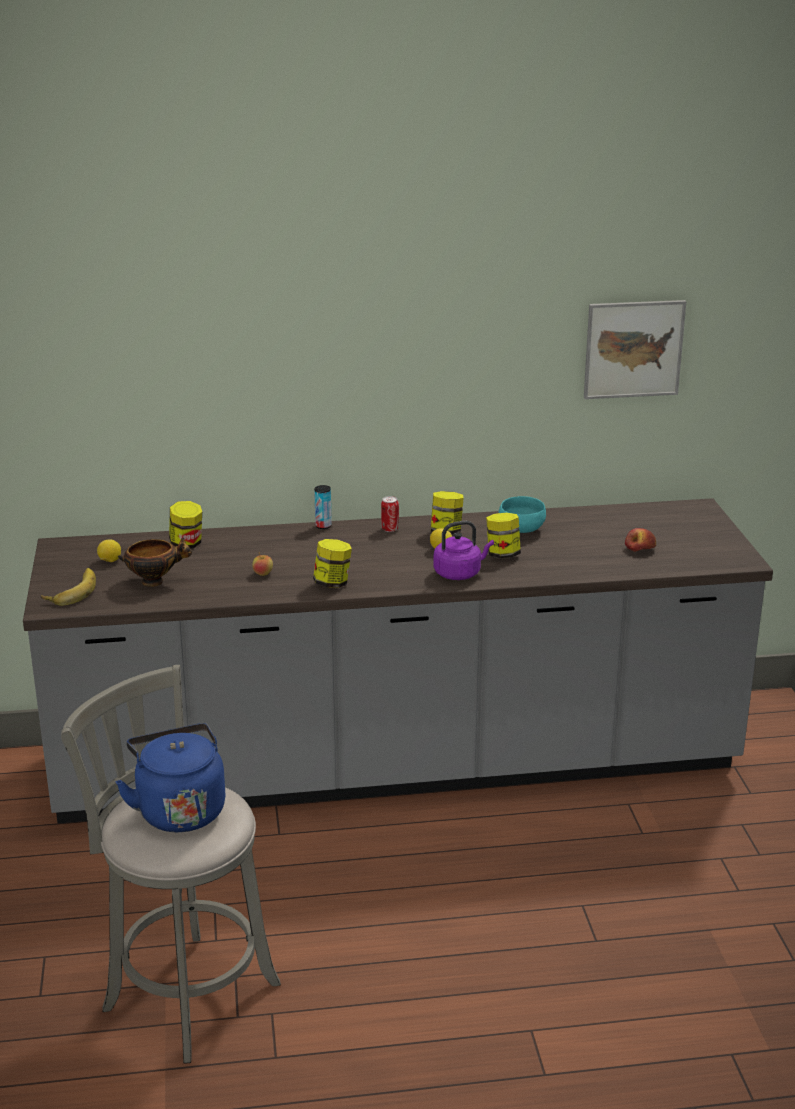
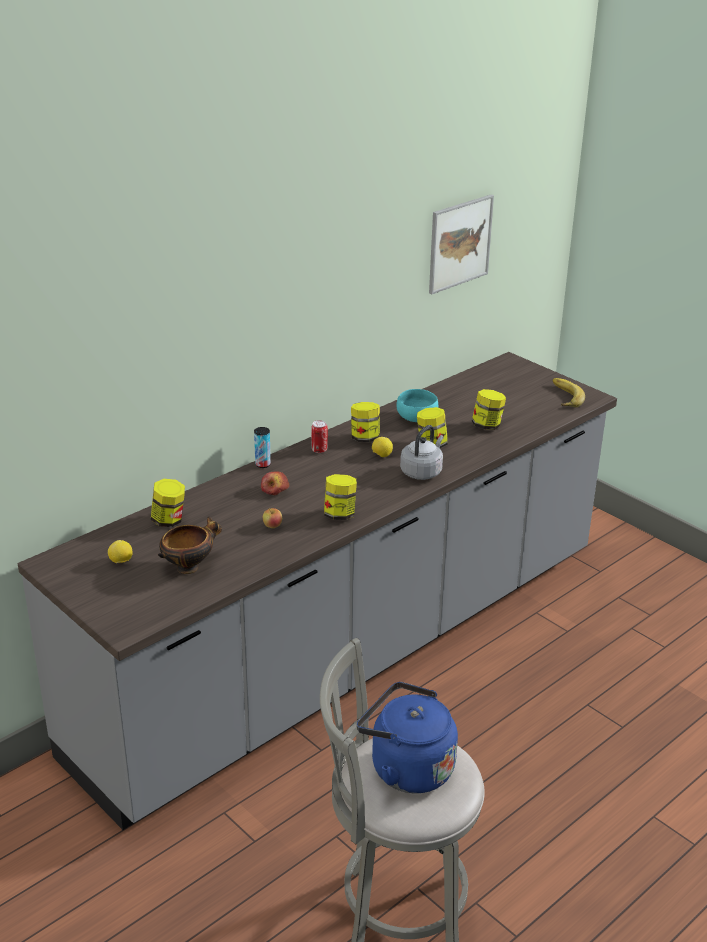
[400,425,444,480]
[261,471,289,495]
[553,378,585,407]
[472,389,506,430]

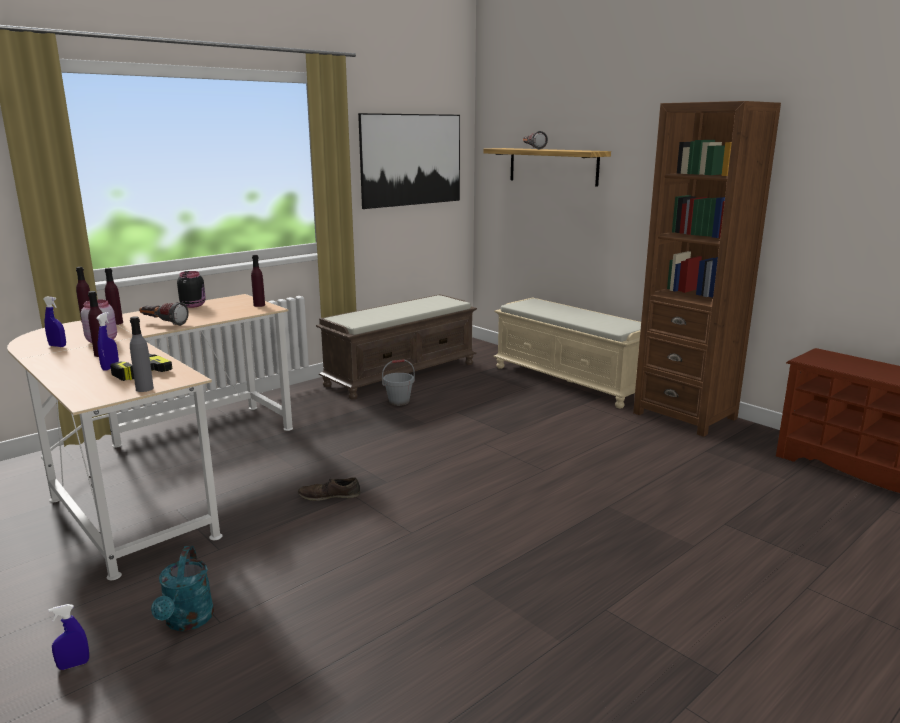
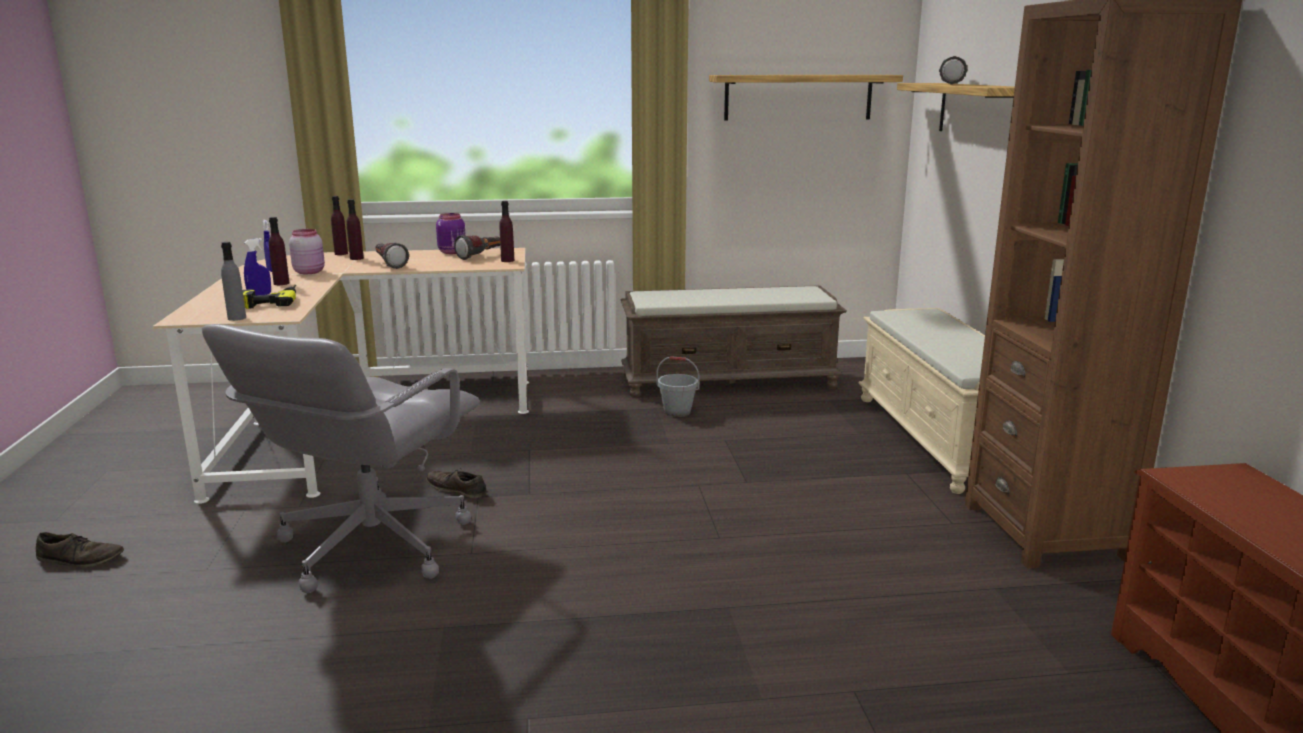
[709,75,903,120]
[436,213,466,254]
[151,546,214,631] (first image)
[36,532,124,568]
[454,235,500,260]
[202,324,480,593]

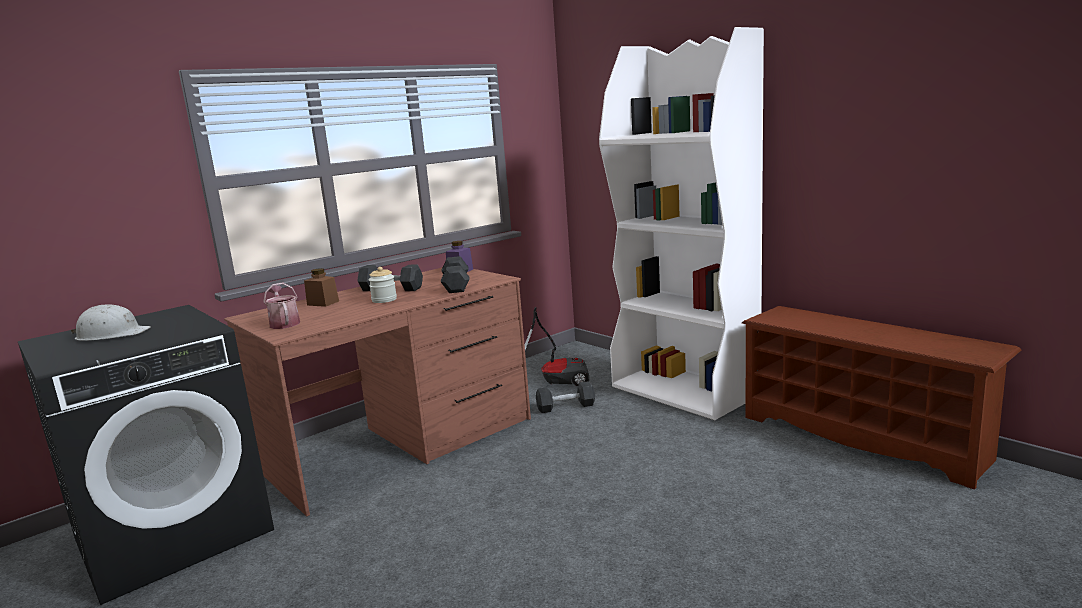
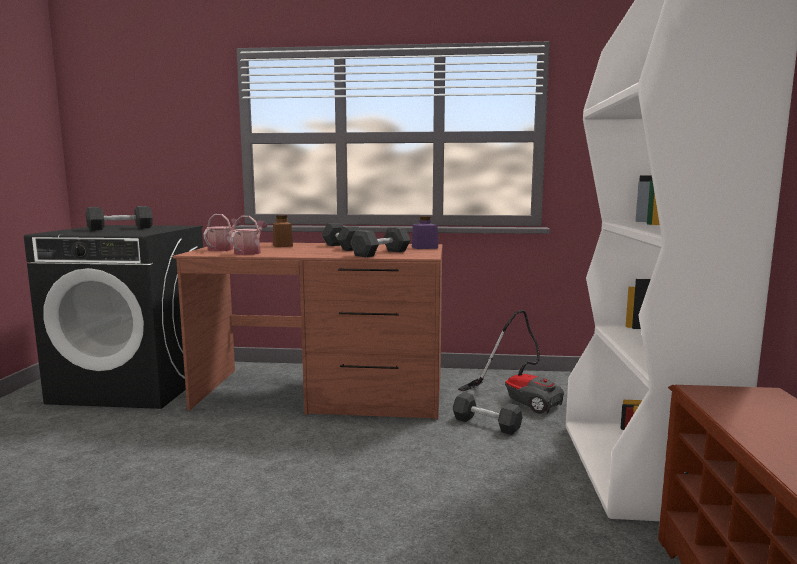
[369,267,397,303] (first image)
[86,206,153,230]
[231,216,267,255]

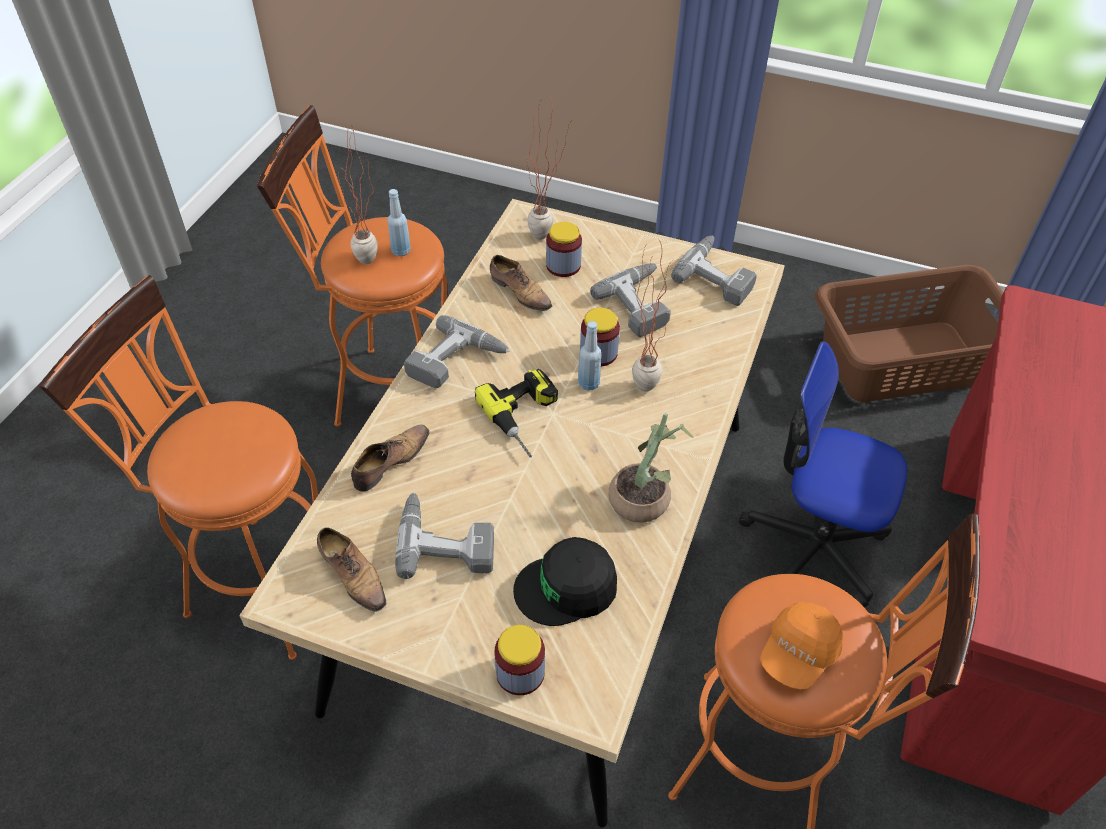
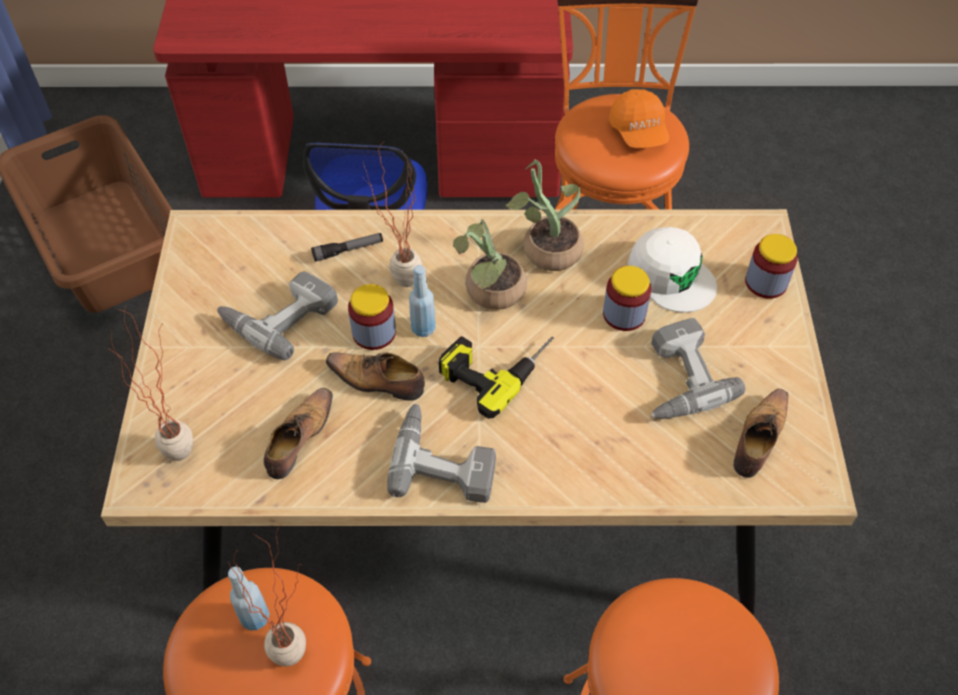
[603,266,651,331]
[671,235,757,306] (first image)
[326,352,425,401]
[628,227,717,313]
[609,89,669,148]
[453,219,527,310]
[311,233,383,262]

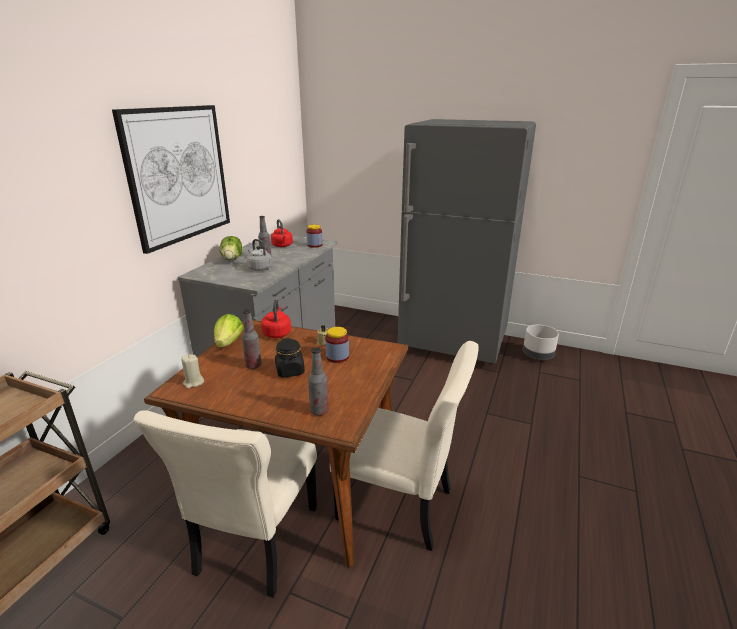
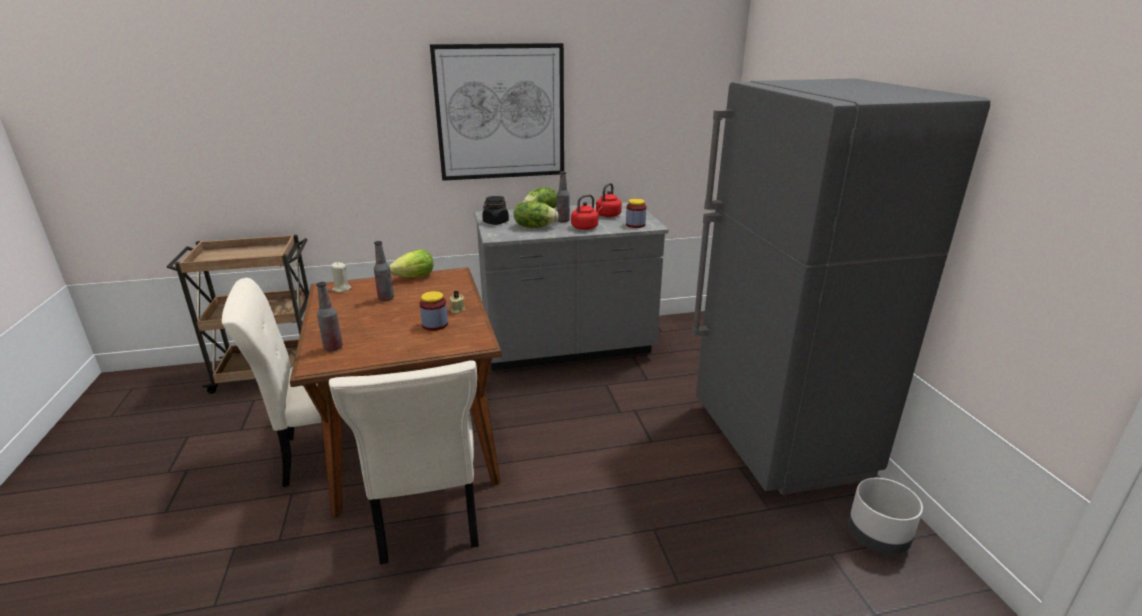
[514,201,559,228]
[571,194,603,230]
[482,196,509,225]

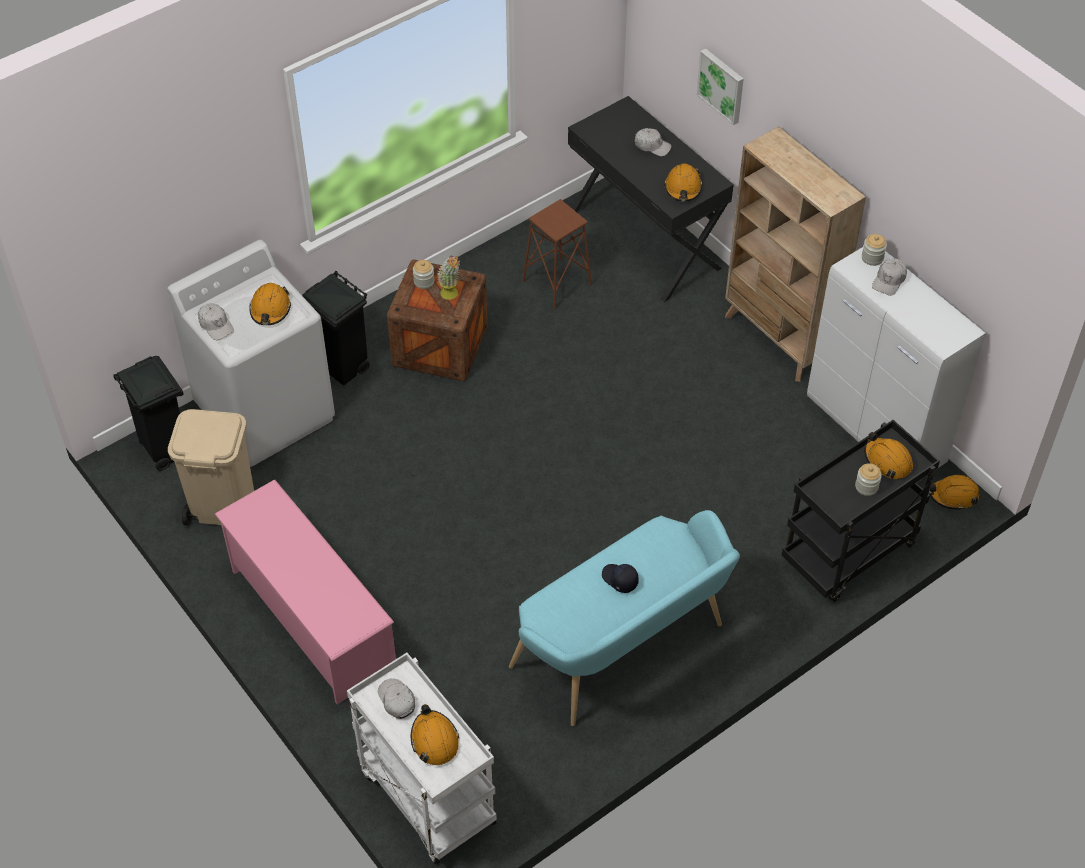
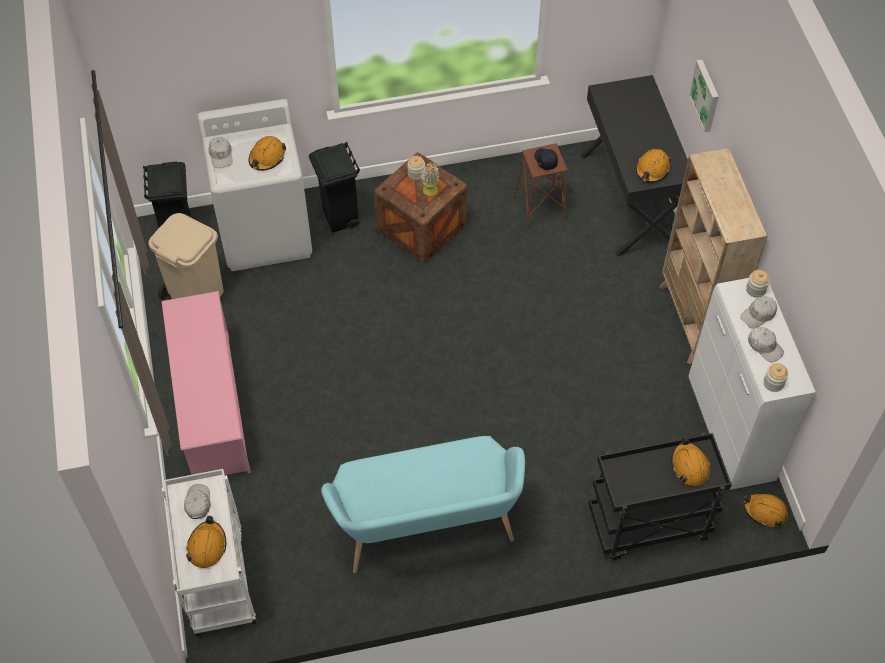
[748,327,784,362]
[763,363,788,392]
[534,148,558,170]

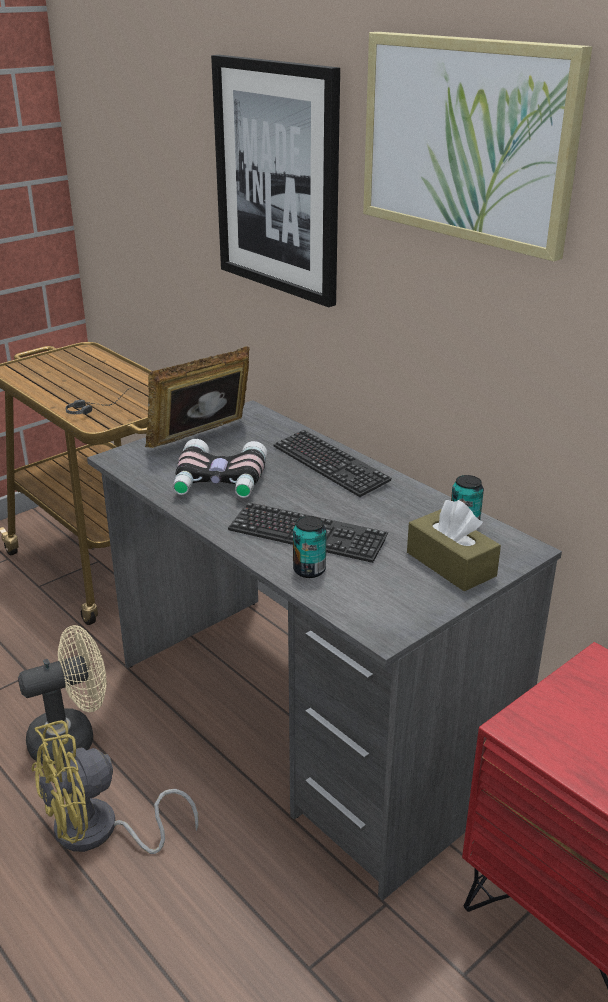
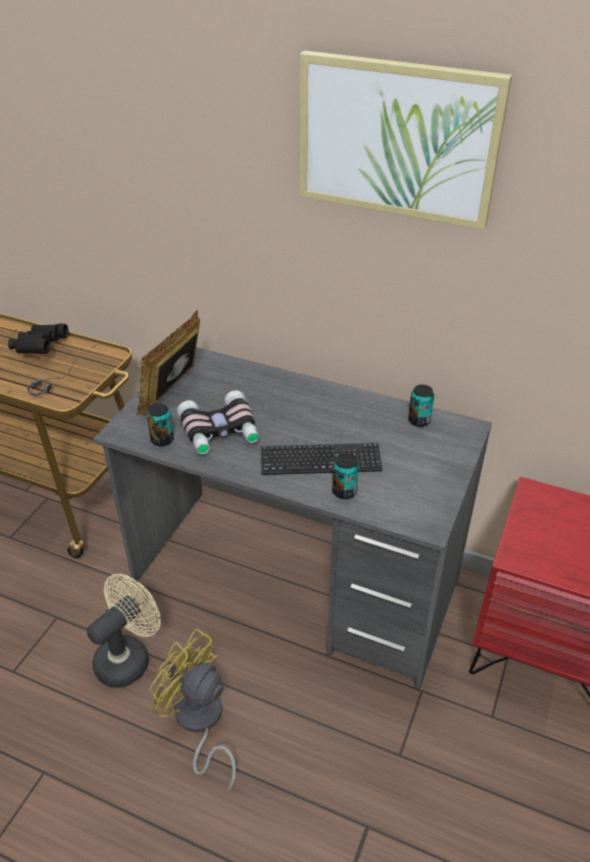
[211,55,340,307] (first image)
[273,430,392,497] (first image)
[407,500,501,591] (first image)
[150,628,236,792]
[8,324,69,354]
[147,403,174,446]

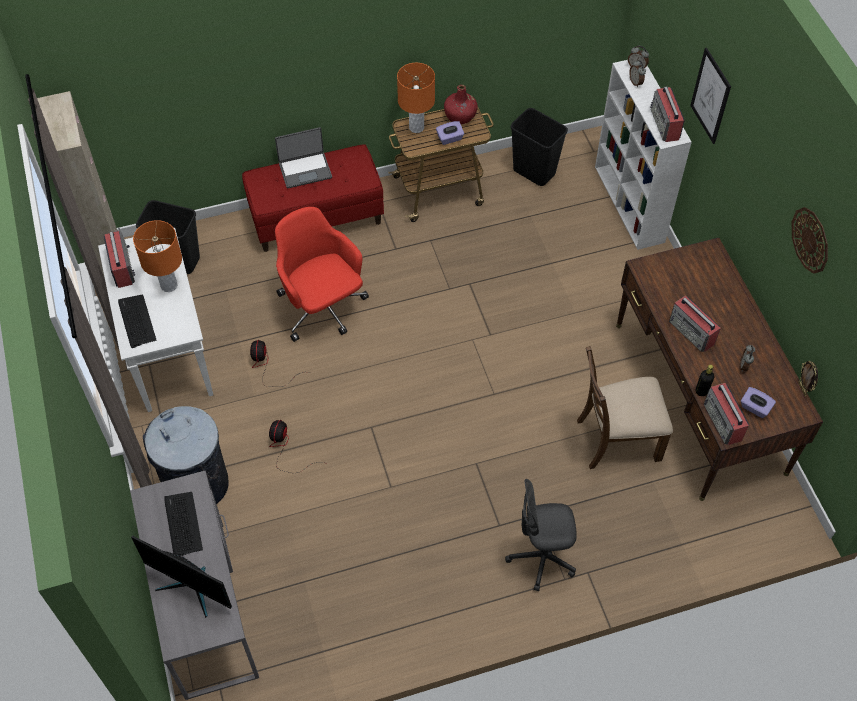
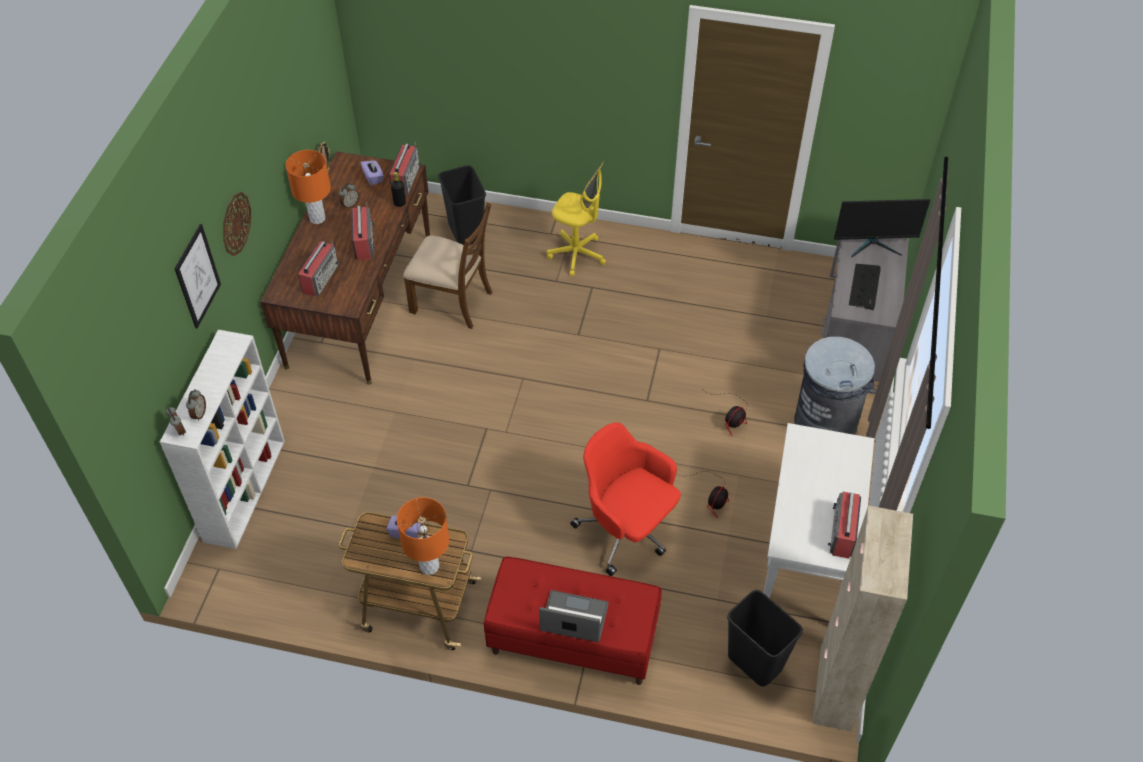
[444,85,478,124] (first image)
[298,241,339,297]
[438,165,486,245]
[570,422,681,576]
[223,192,251,256]
[286,150,331,224]
[118,294,157,348] (first image)
[547,161,606,276]
[834,199,930,257]

